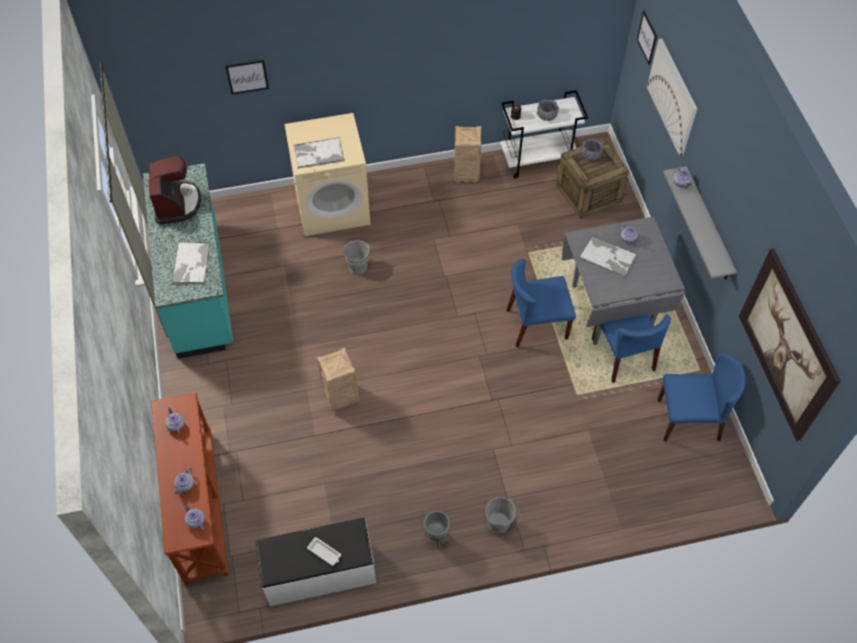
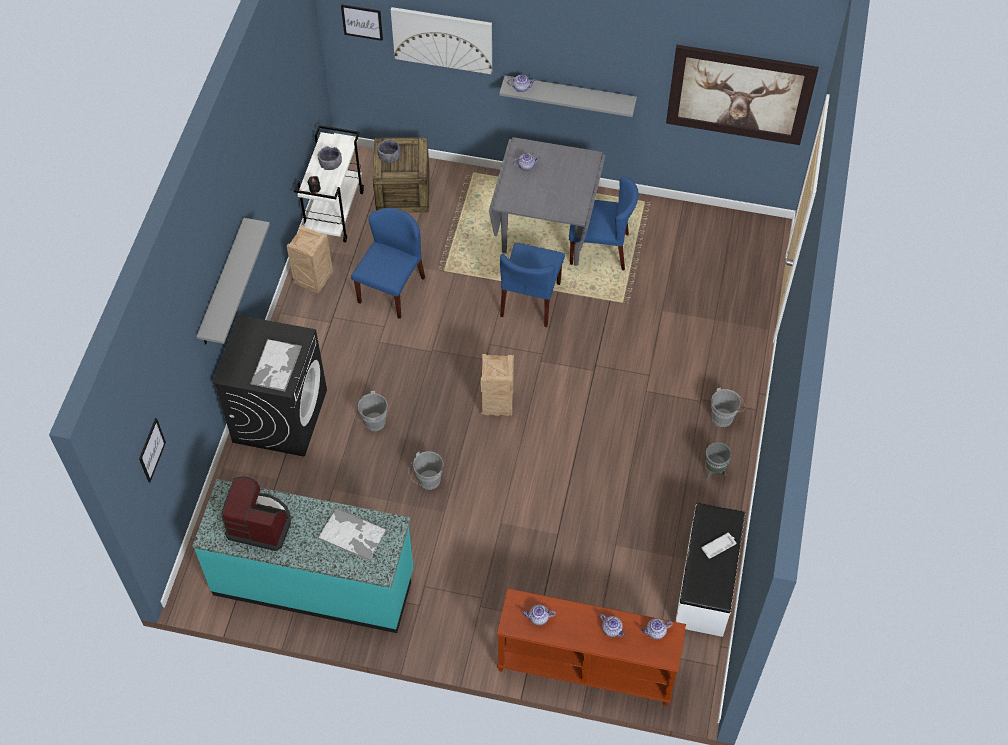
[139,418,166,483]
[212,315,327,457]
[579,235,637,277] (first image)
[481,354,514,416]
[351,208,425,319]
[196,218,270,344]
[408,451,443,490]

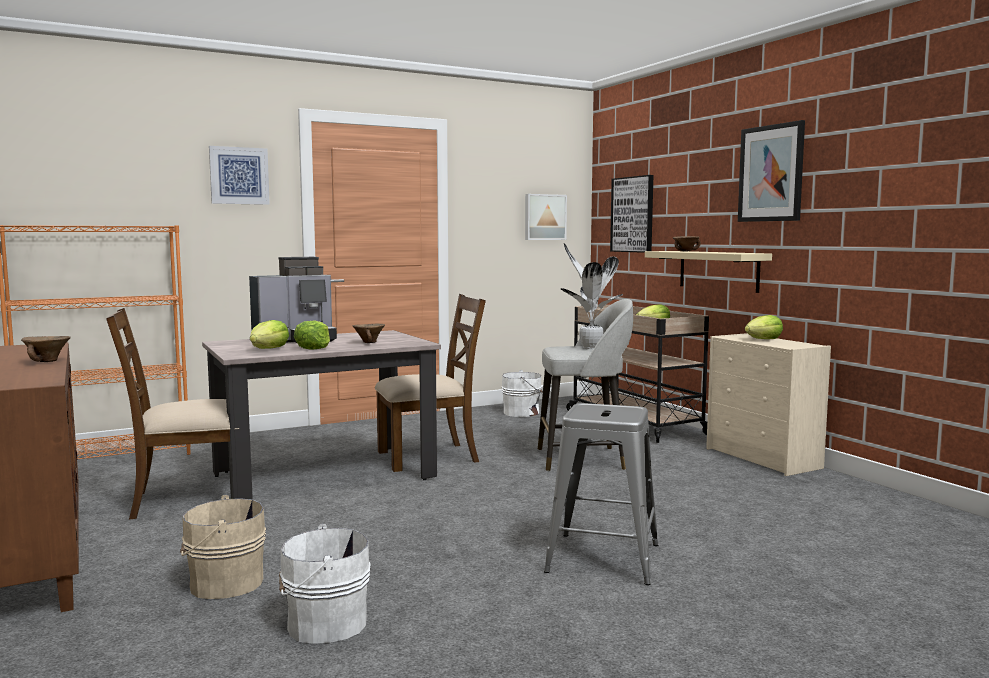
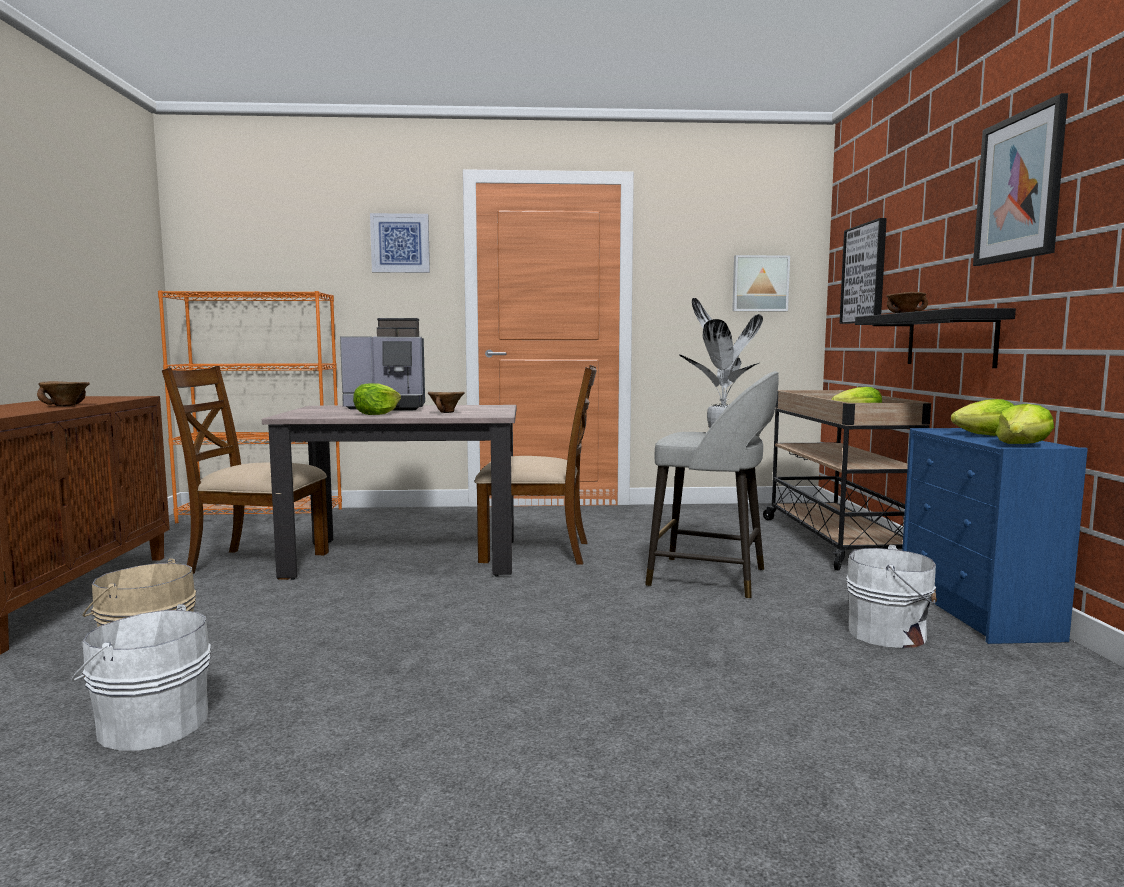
[855,308,1016,368]
[996,404,1054,444]
[902,428,1088,644]
[846,545,937,648]
[544,403,658,585] (first image)

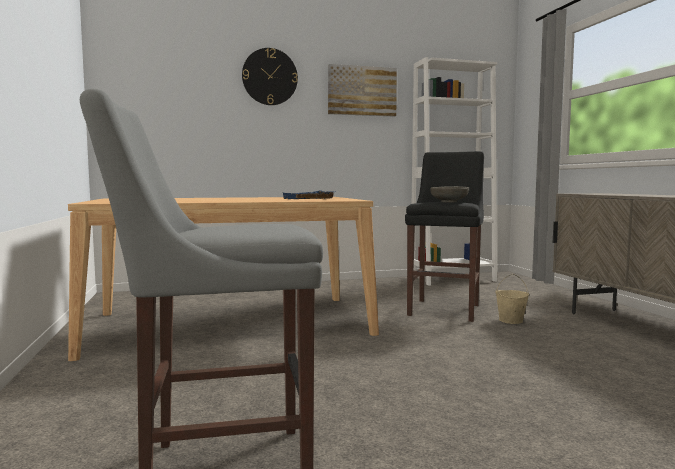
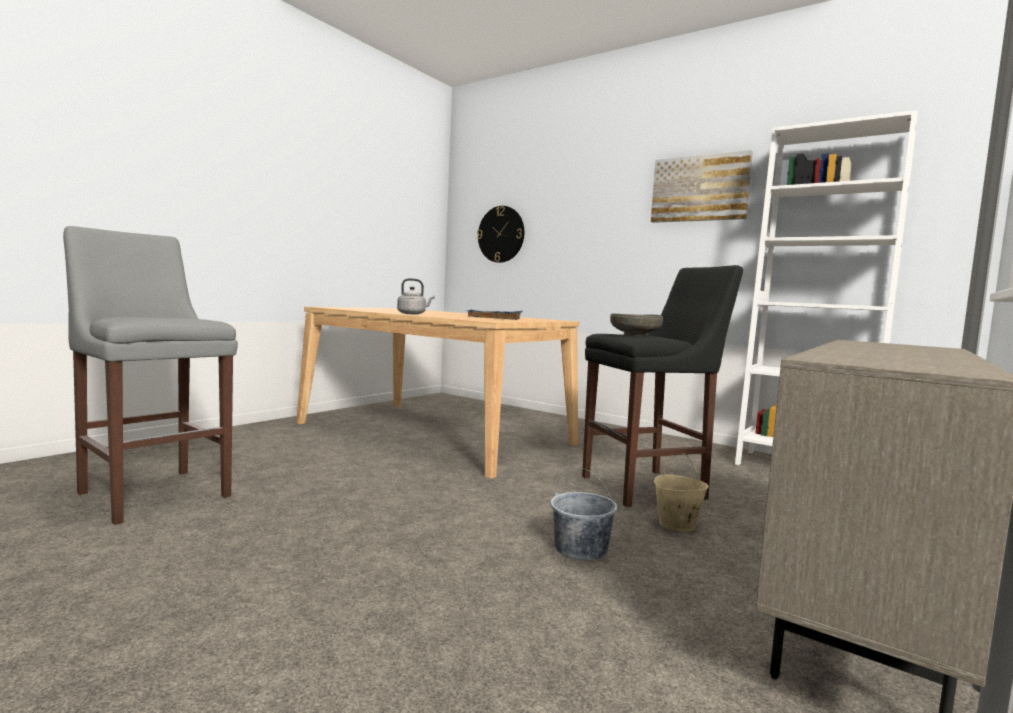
[477,206,524,263]
[397,278,435,314]
[550,469,618,561]

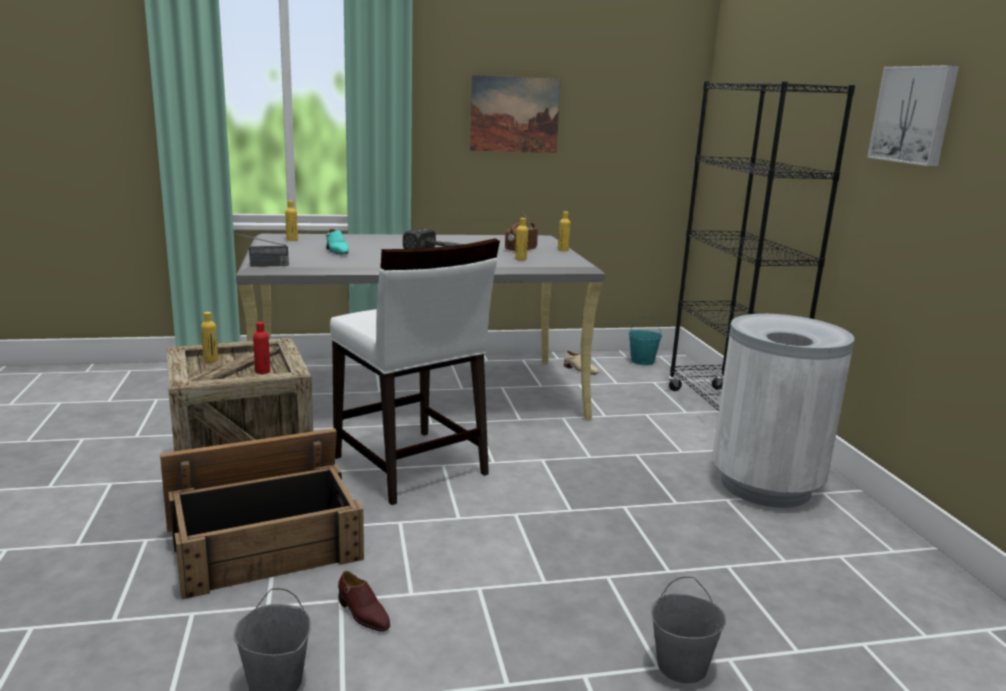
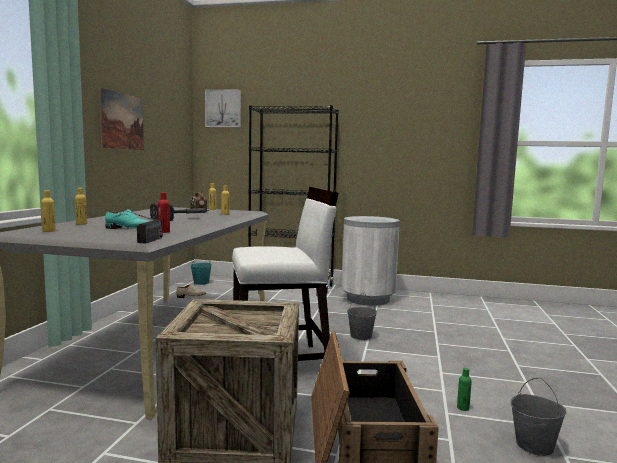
[205,89,241,128]
[75,188,87,225]
[158,192,170,233]
[457,368,472,411]
[347,293,377,340]

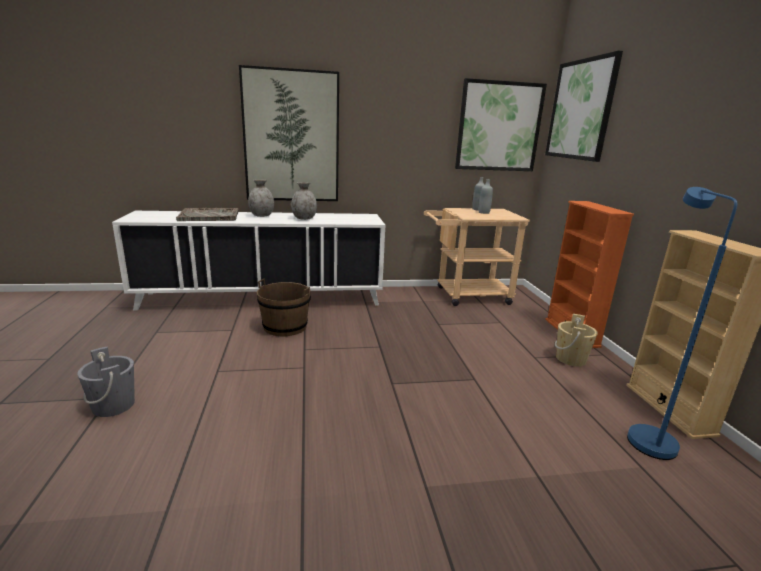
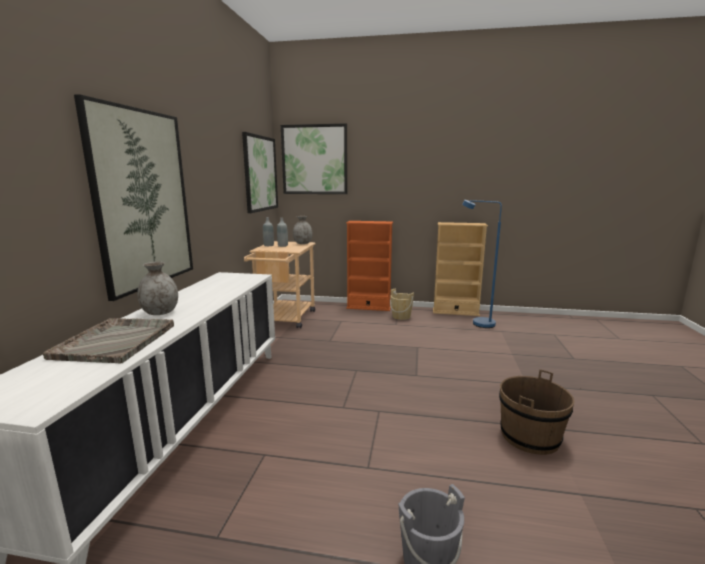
[293,216,313,244]
[499,369,575,455]

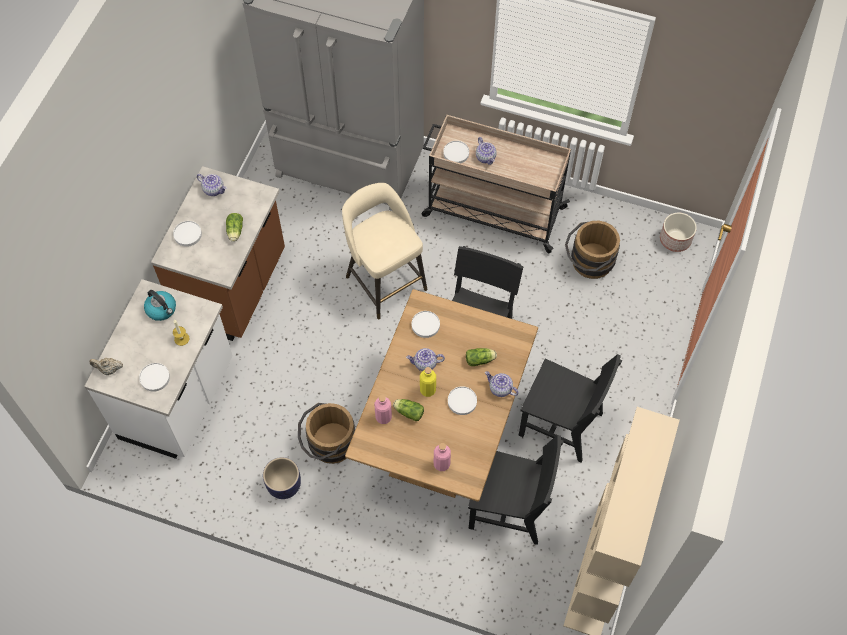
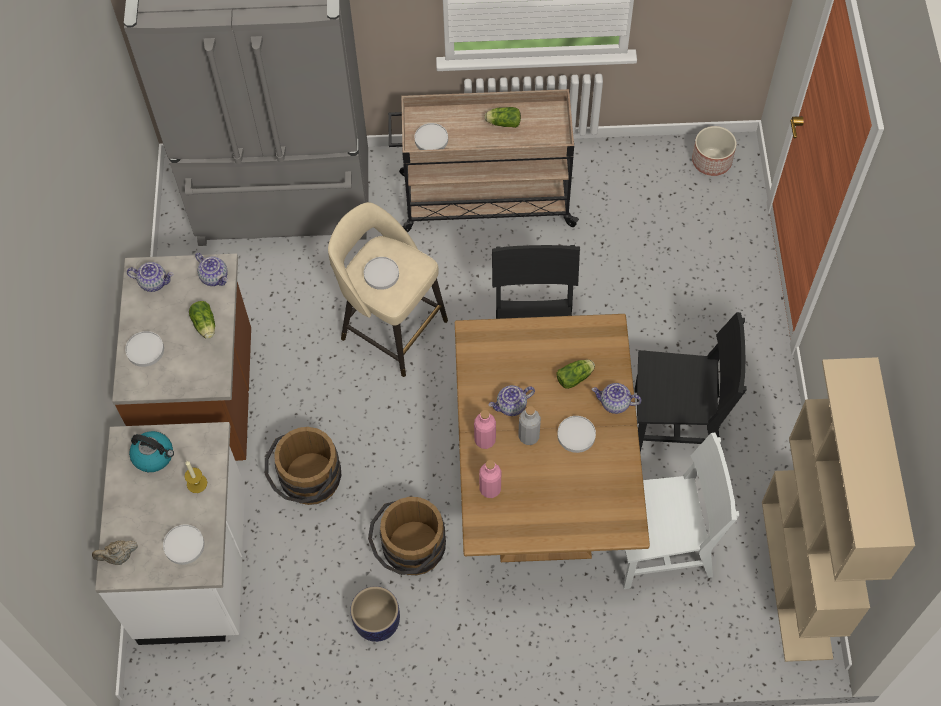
[195,253,228,286]
[265,427,341,505]
[364,257,399,290]
[518,406,541,445]
[485,107,521,128]
[623,432,740,589]
[474,410,496,449]

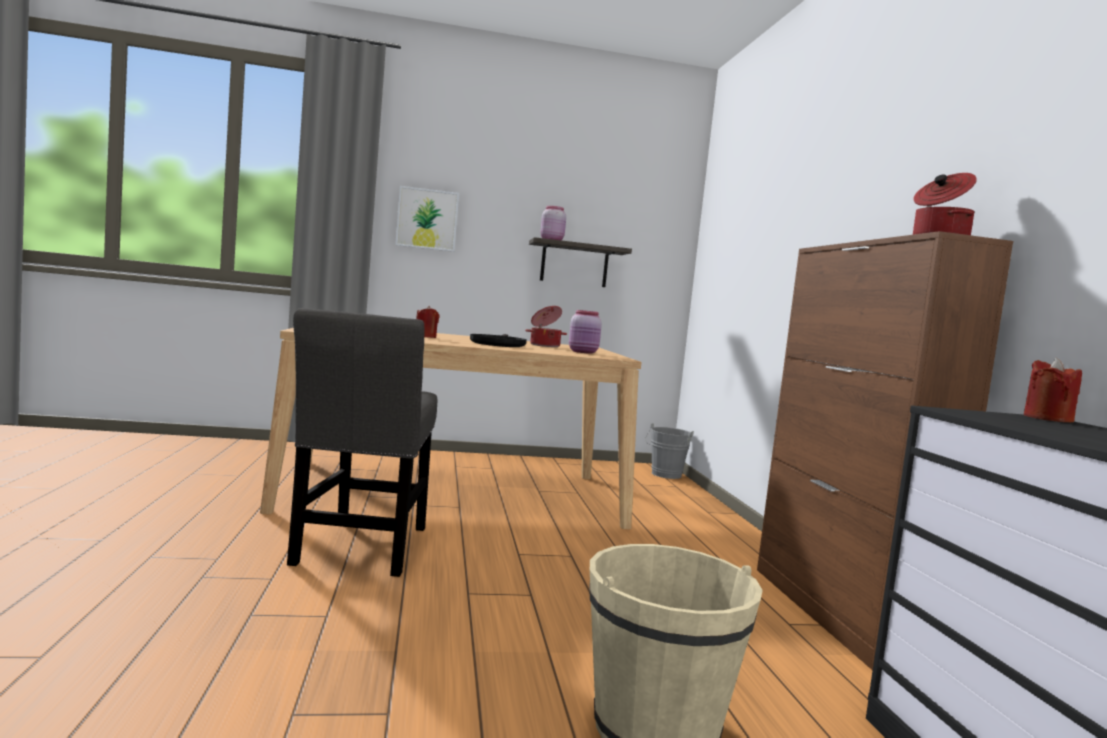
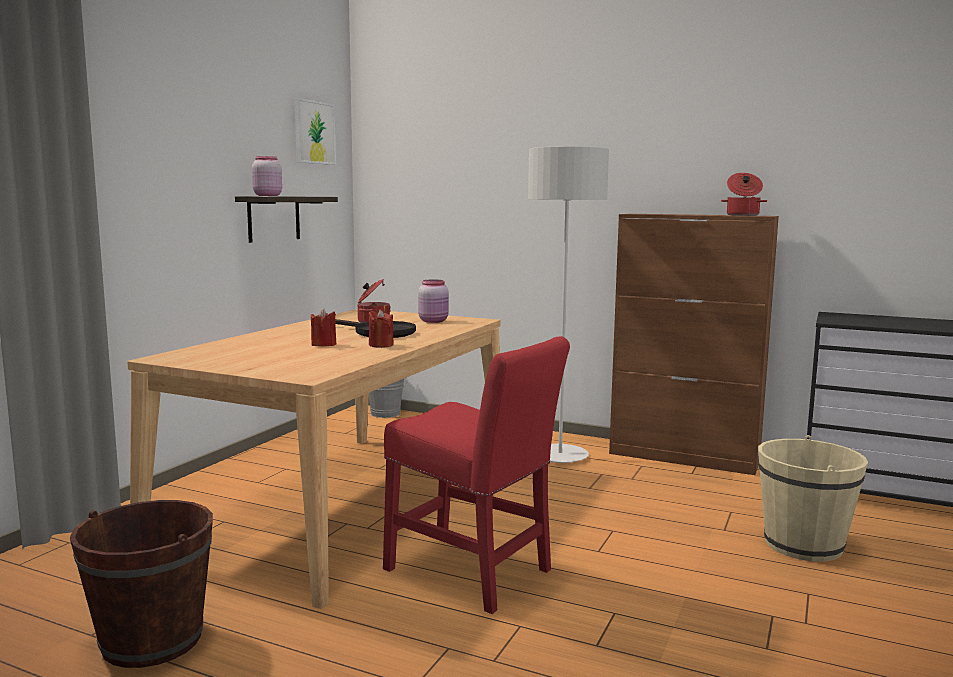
[294,98,336,165]
[383,336,570,614]
[368,309,394,348]
[528,146,609,463]
[70,500,213,668]

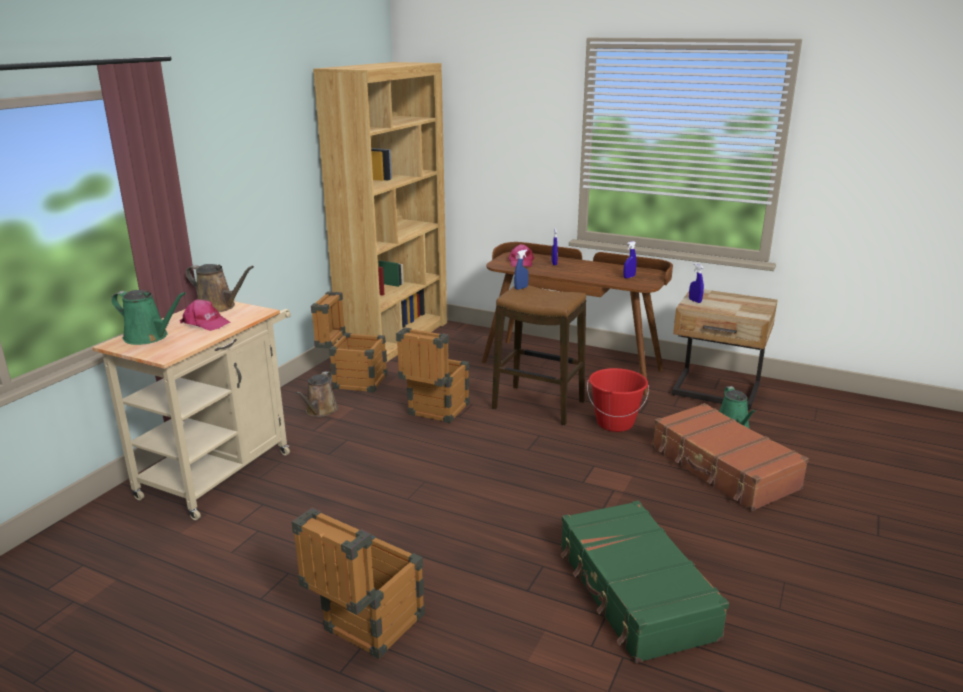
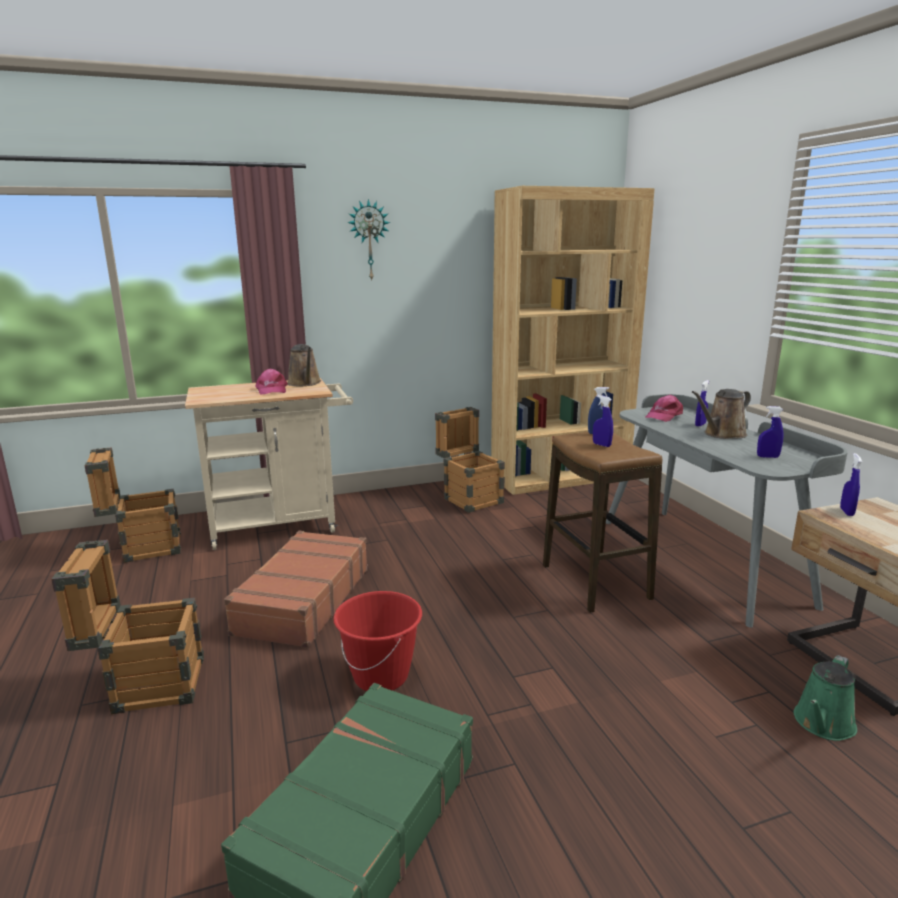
[606,394,848,627]
[111,290,186,345] (first image)
[85,447,181,563]
[333,591,422,691]
[692,389,751,439]
[224,531,368,648]
[347,199,390,281]
[593,395,613,447]

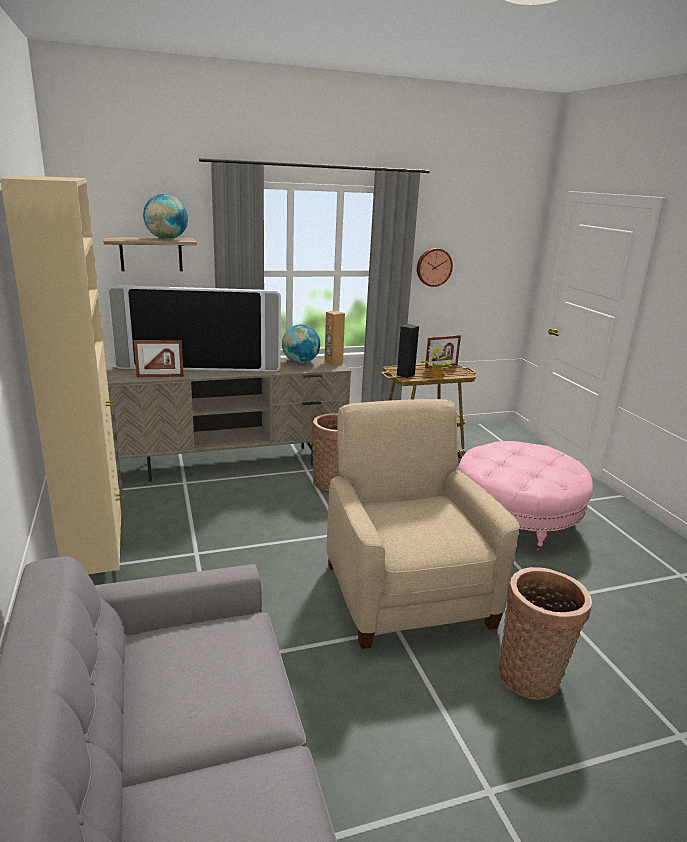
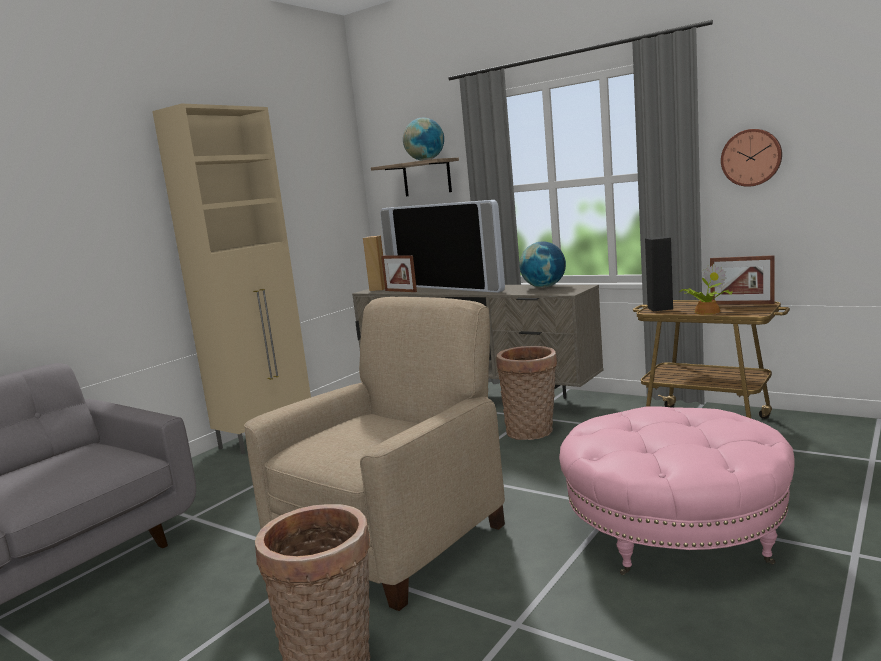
[363,236,385,291]

